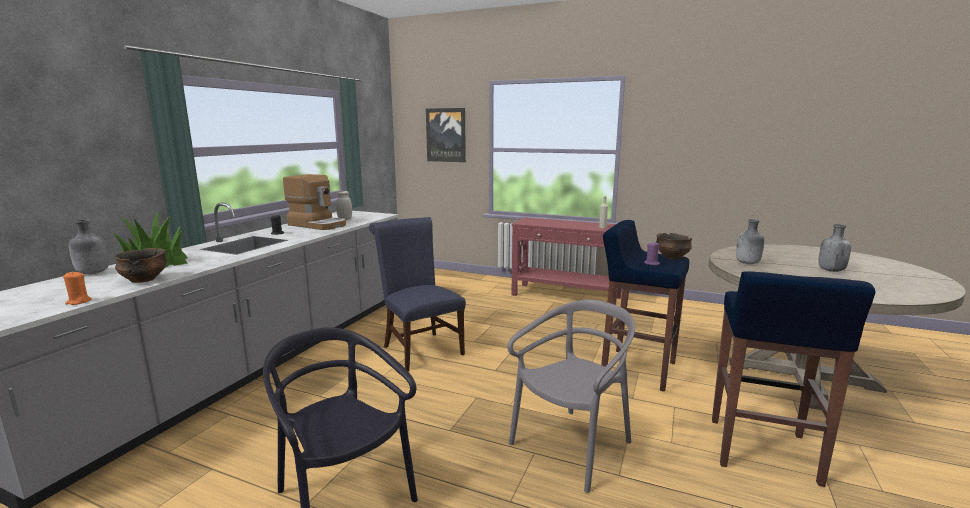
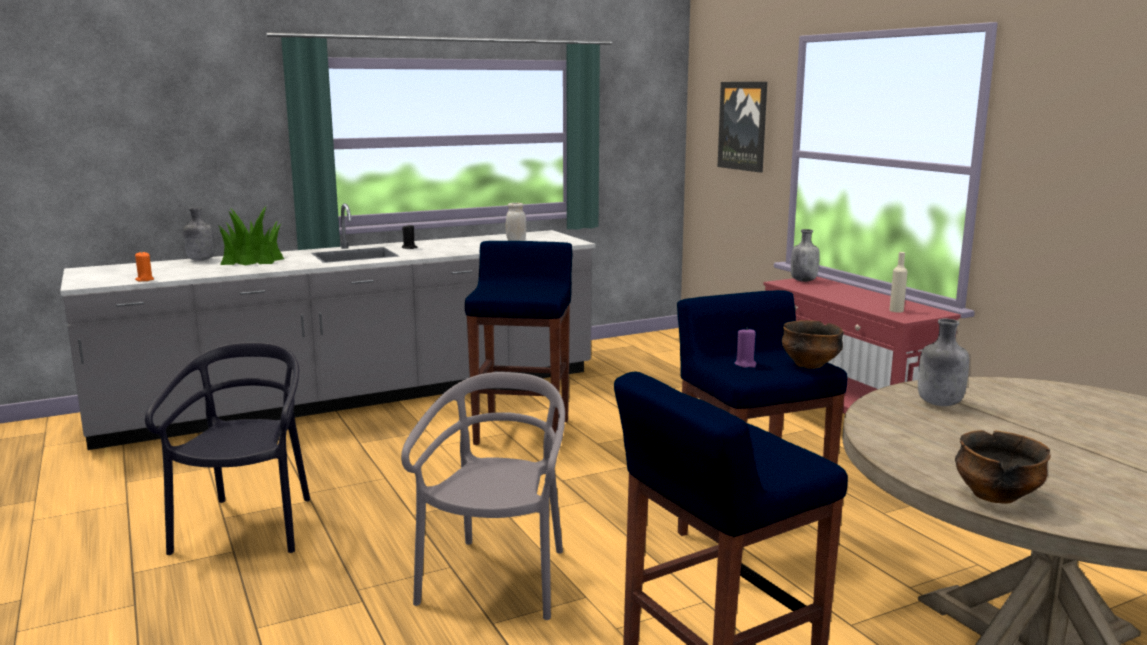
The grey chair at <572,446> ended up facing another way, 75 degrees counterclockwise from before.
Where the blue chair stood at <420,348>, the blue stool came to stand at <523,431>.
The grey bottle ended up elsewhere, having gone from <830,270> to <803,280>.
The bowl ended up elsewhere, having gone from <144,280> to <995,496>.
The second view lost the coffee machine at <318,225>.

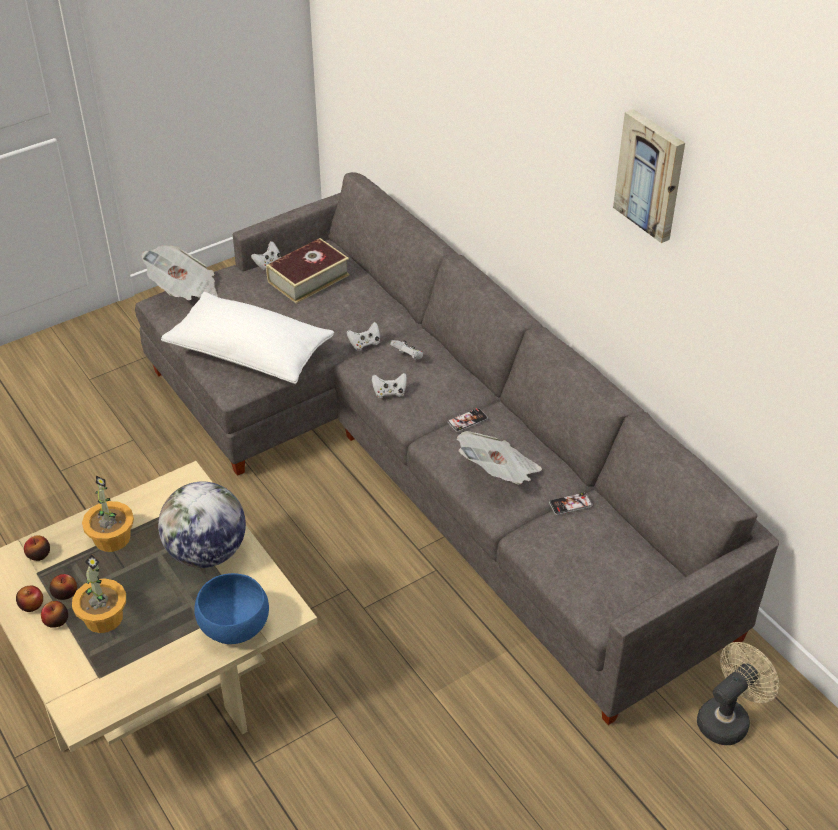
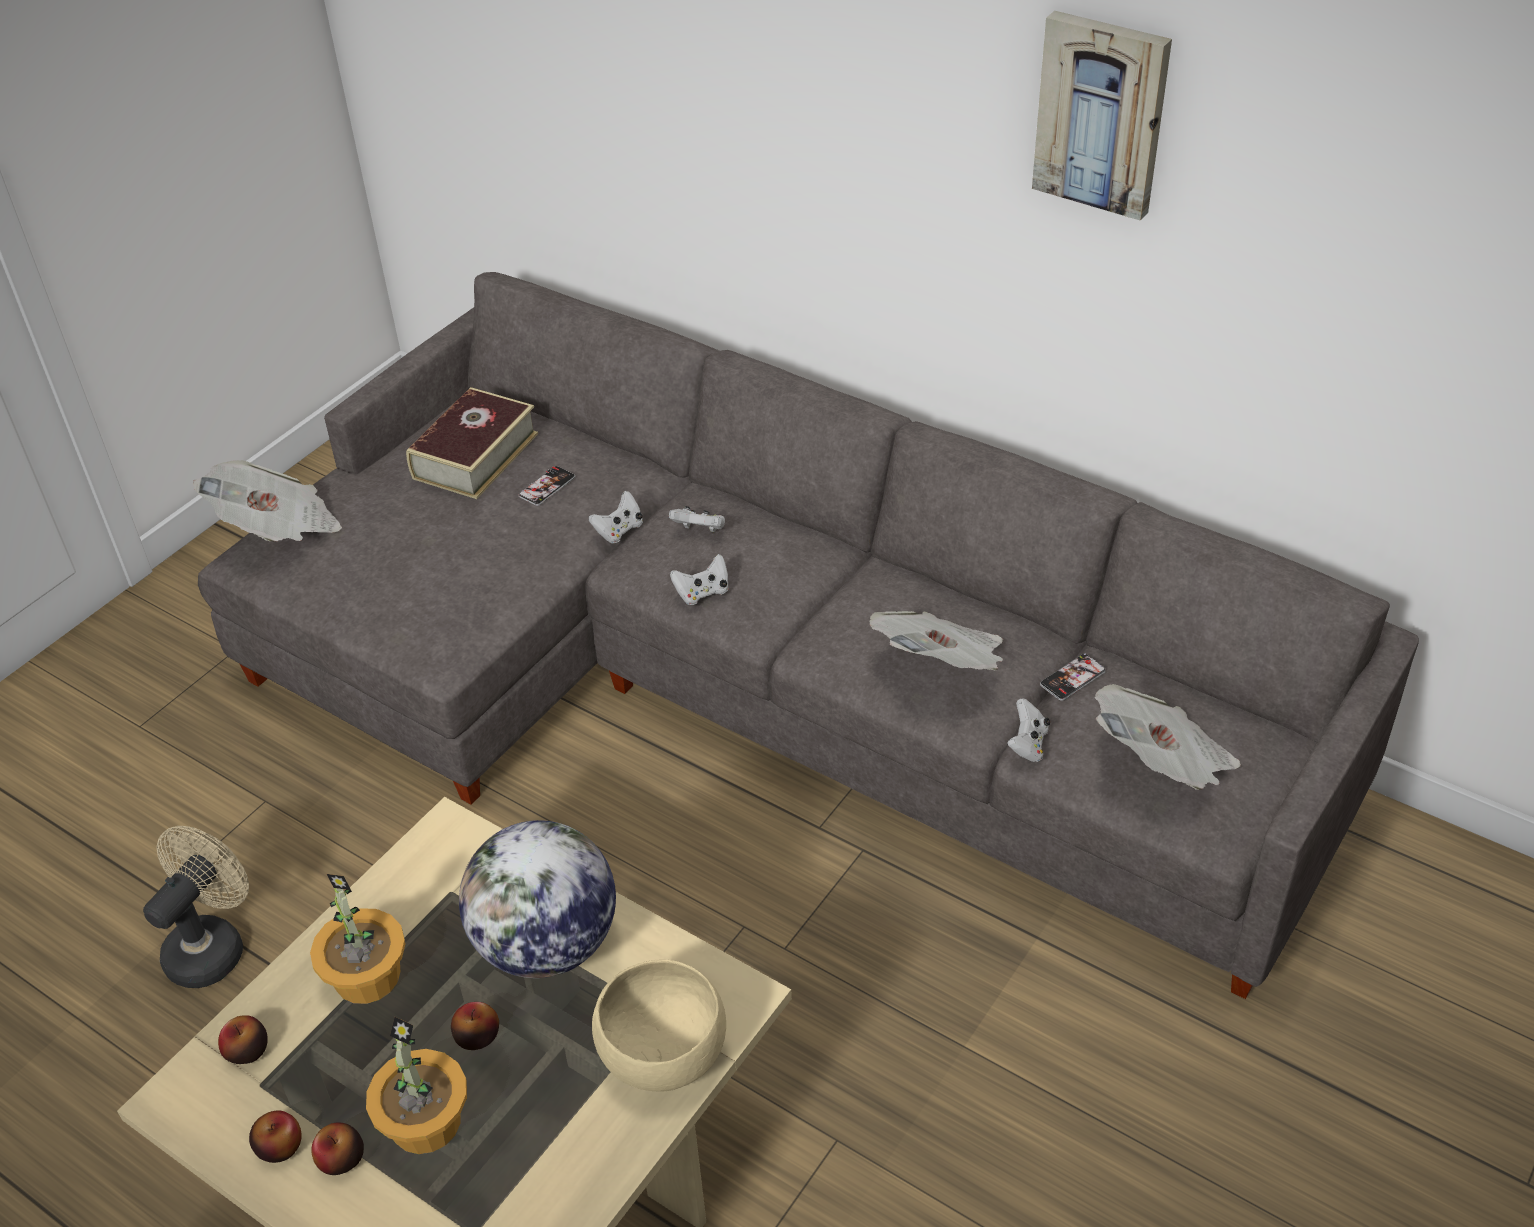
The beige fan ended up elsewhere, having gone from <728,718> to <212,945>.
The apple ended up elsewhere, having gone from <65,593> to <477,1036>.
The phone ended up elsewhere, having gone from <467,420> to <547,487>.
What was the blue bowl at <234,625> turned into the beige bowl at <662,1052>.
The white game controller ended up elsewhere, having gone from <268,263> to <1027,744>.
The second view gained the newspaper at <1162,764>.
The second view lost the white pillow at <250,353>.

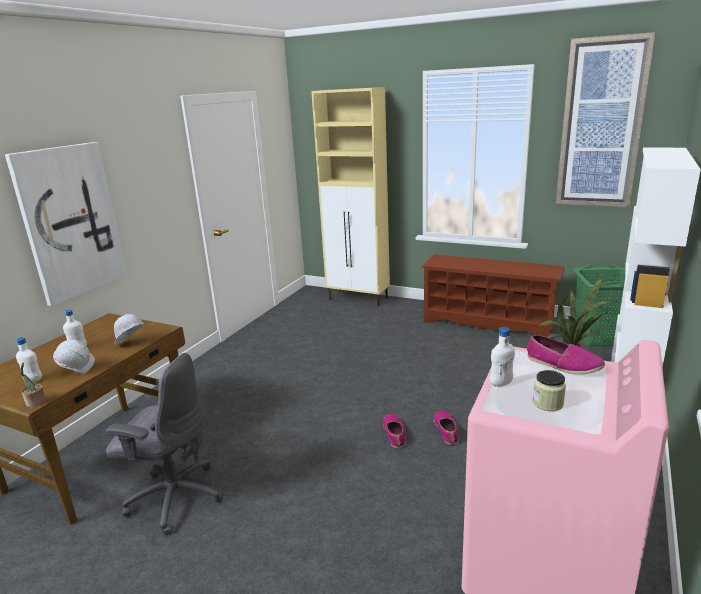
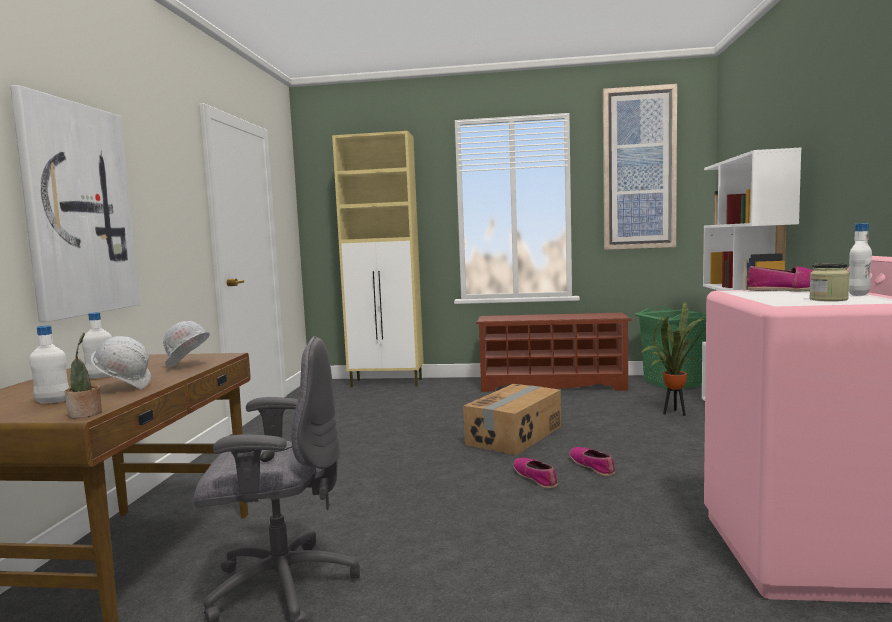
The second view gained the cardboard box at <515,435>.
The white bottle ended up elsewhere, having gone from <501,383> to <858,294>.

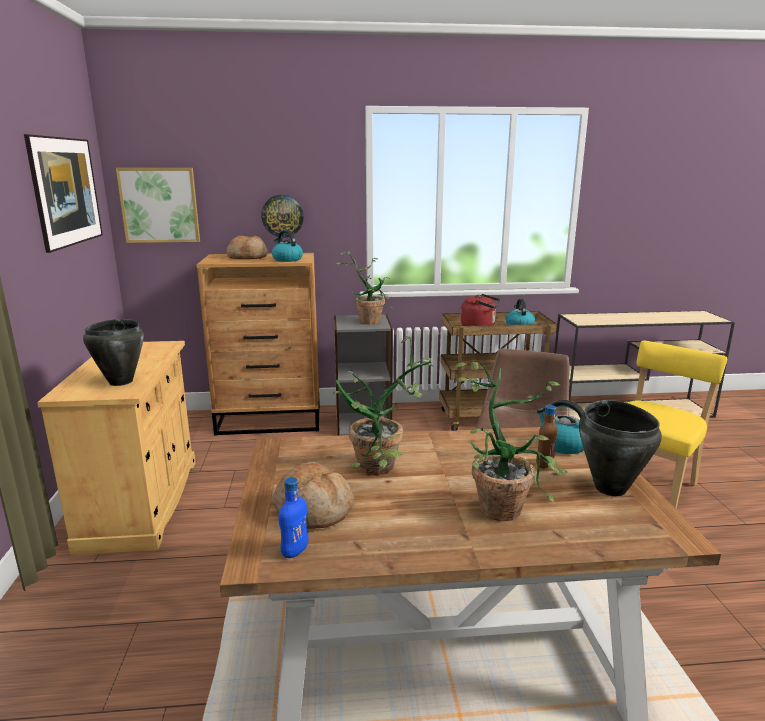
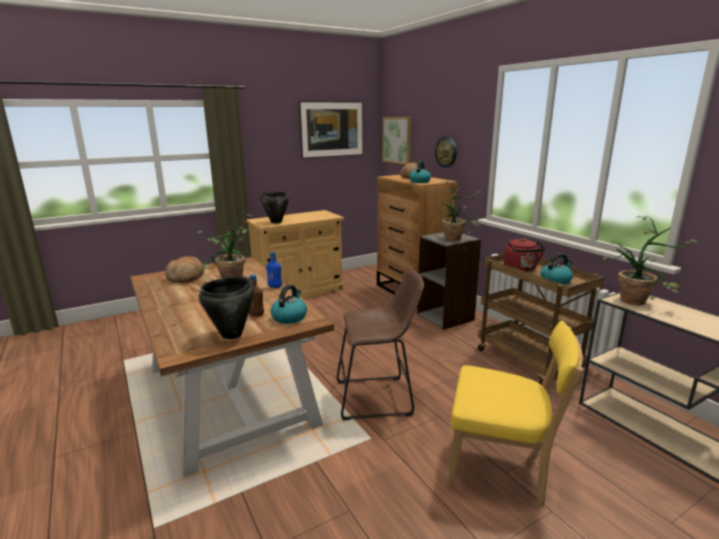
The blue bottle ended up elsewhere, having gone from <295,551> to <275,286>.
The potted plant ended up elsewhere, having gone from <504,504> to <639,301>.

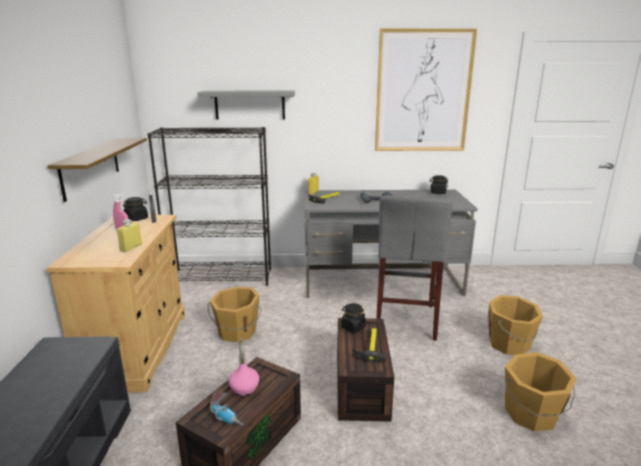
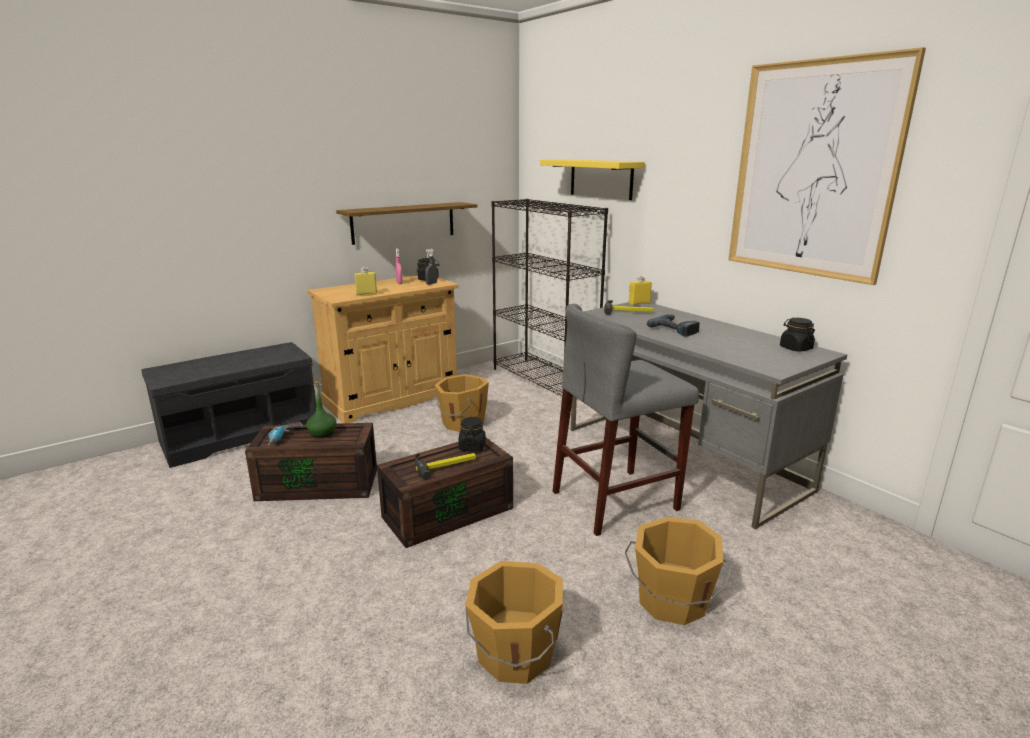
What was the pink bottle at <244,388> turned into the green bottle at <322,433>.
What was the grey shelf at <250,105> turned into the yellow shelf at <601,178>.

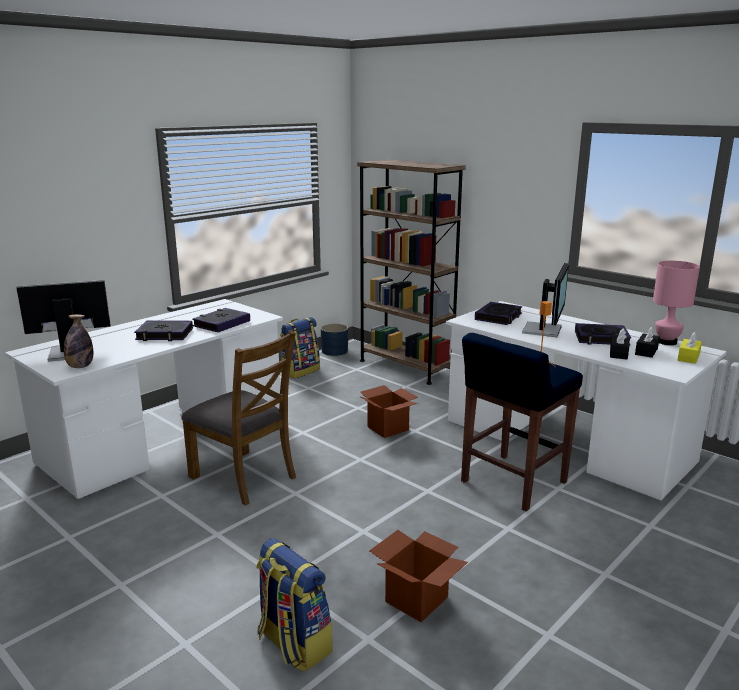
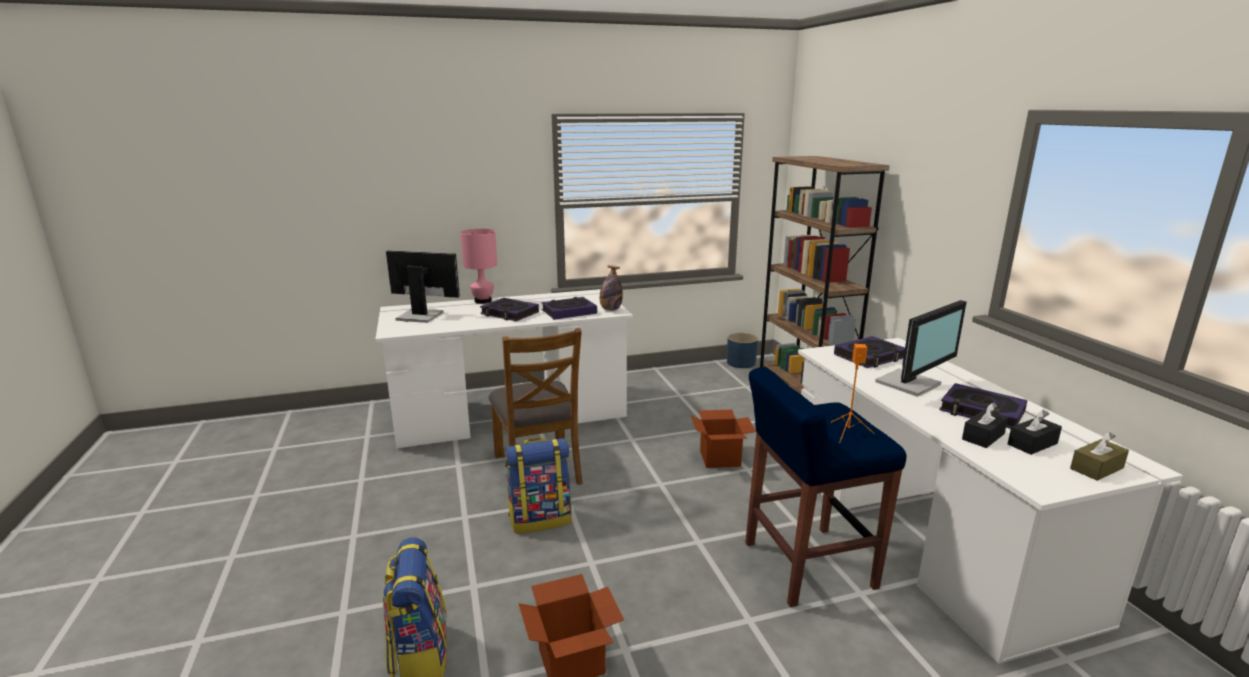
The pink table lamp ended up elsewhere, having gone from <667,342> to <483,301>.
The backpack ended up elsewhere, having gone from <300,371> to <540,519>.
The bottle ended up elsewhere, having gone from <80,366> to <610,309>.
What was the yellow tissue box at <688,357> turned into the brown tissue box at <1096,468>.

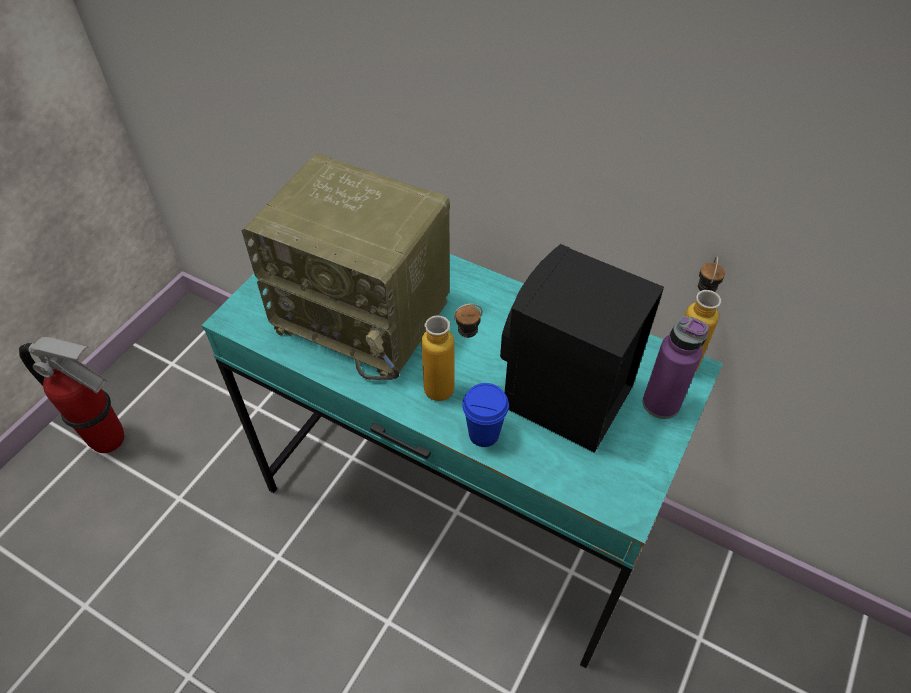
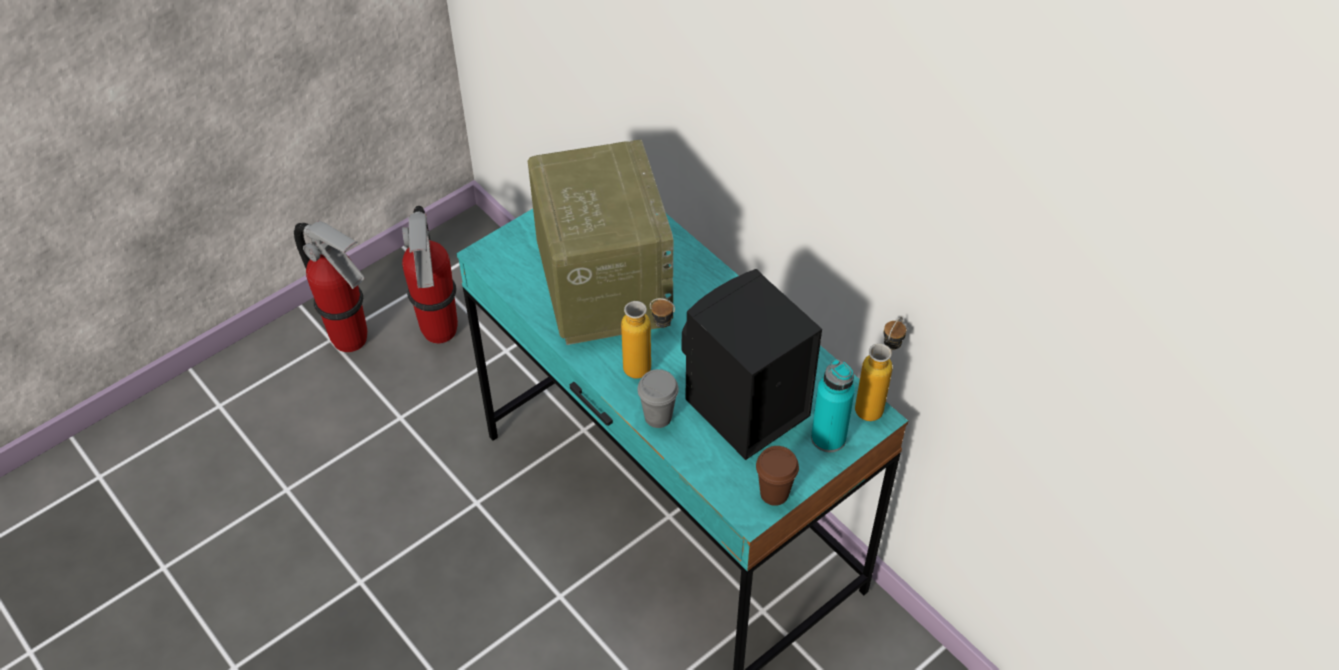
The second view gained the fire extinguisher at <440,332>.
The radio at <366,314> ended up facing another way, 150 degrees counterclockwise from before.
What was the blue cup at <484,434> turned into the grey cup at <658,417>.
The second view gained the brown cup at <774,493>.
What was the purple bottle at <661,403> turned into the turquoise bottle at <828,438>.

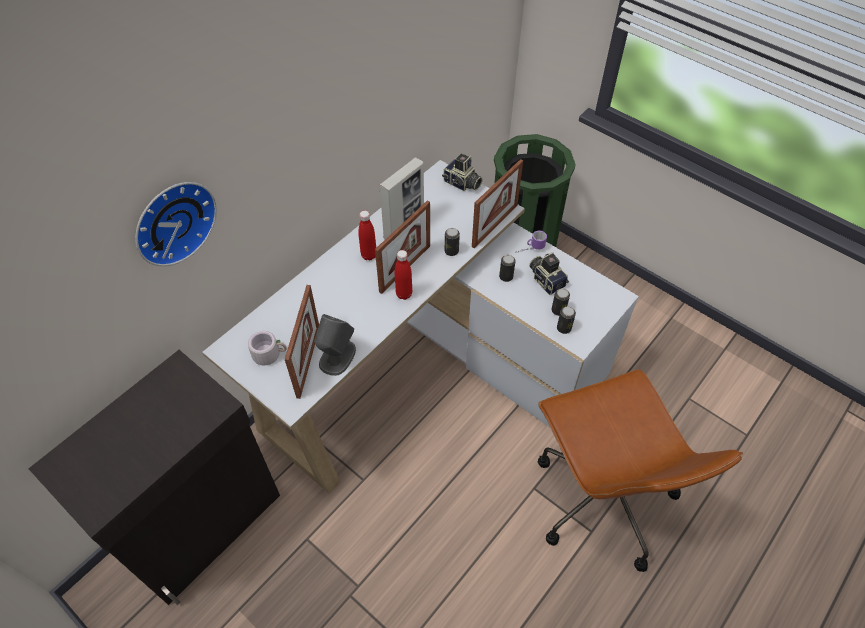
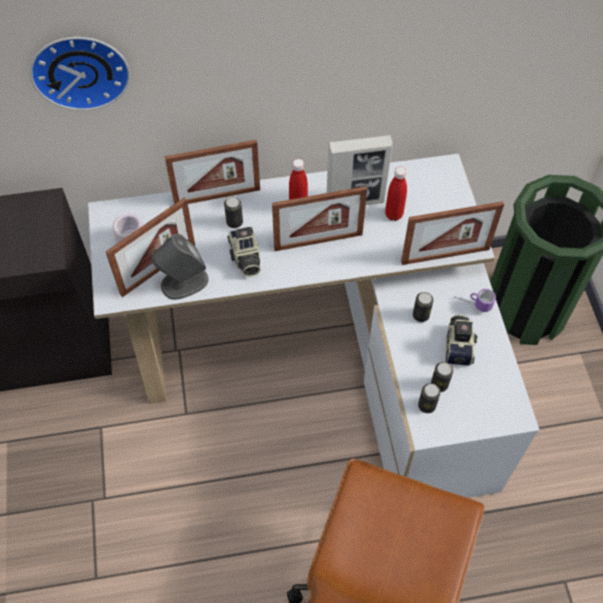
The second view gained the picture frame at <217,196>.
The can ended up elsewhere, having gone from <451,251> to <234,222>.
The photo camera ended up elsewhere, having gone from <462,183> to <245,259>.
The red bottle ended up elsewhere, having gone from <404,294> to <393,215>.

